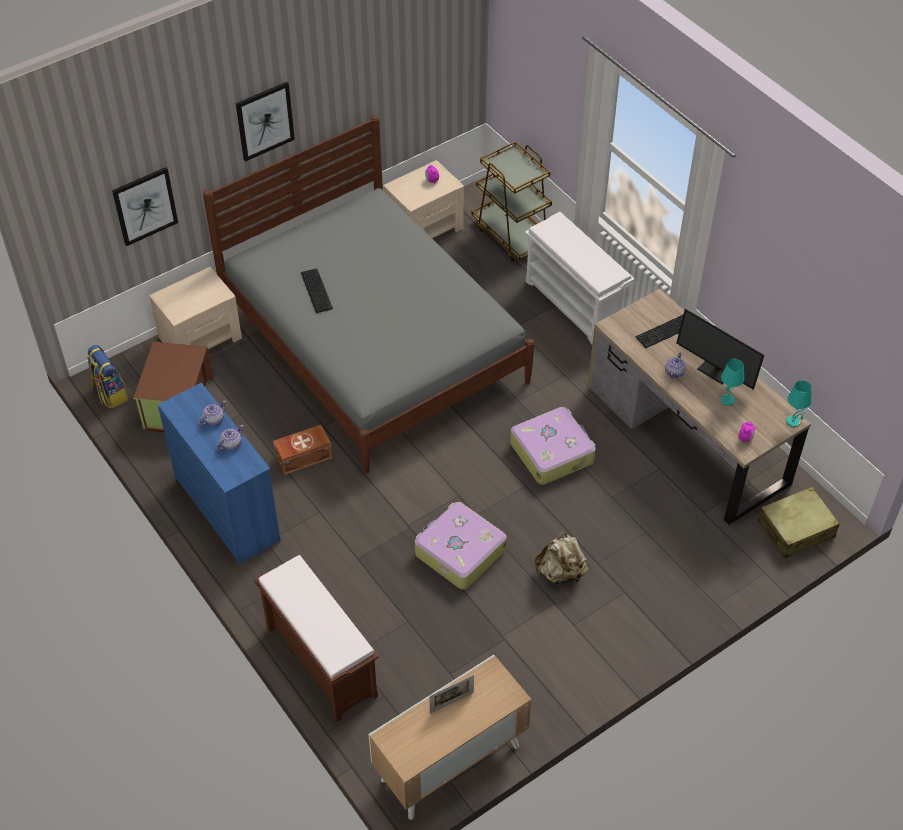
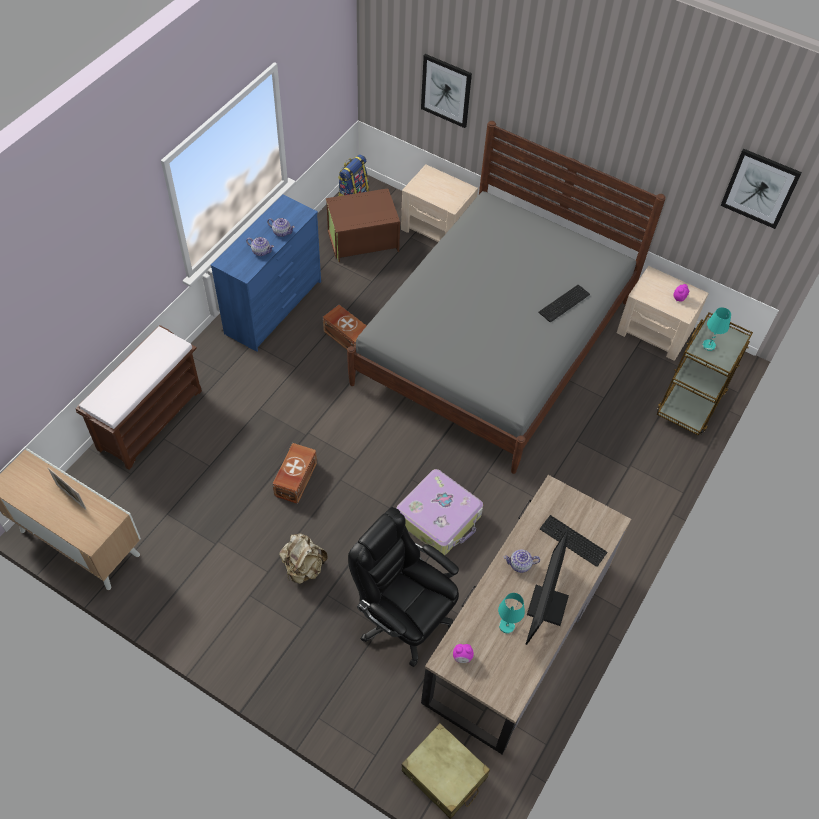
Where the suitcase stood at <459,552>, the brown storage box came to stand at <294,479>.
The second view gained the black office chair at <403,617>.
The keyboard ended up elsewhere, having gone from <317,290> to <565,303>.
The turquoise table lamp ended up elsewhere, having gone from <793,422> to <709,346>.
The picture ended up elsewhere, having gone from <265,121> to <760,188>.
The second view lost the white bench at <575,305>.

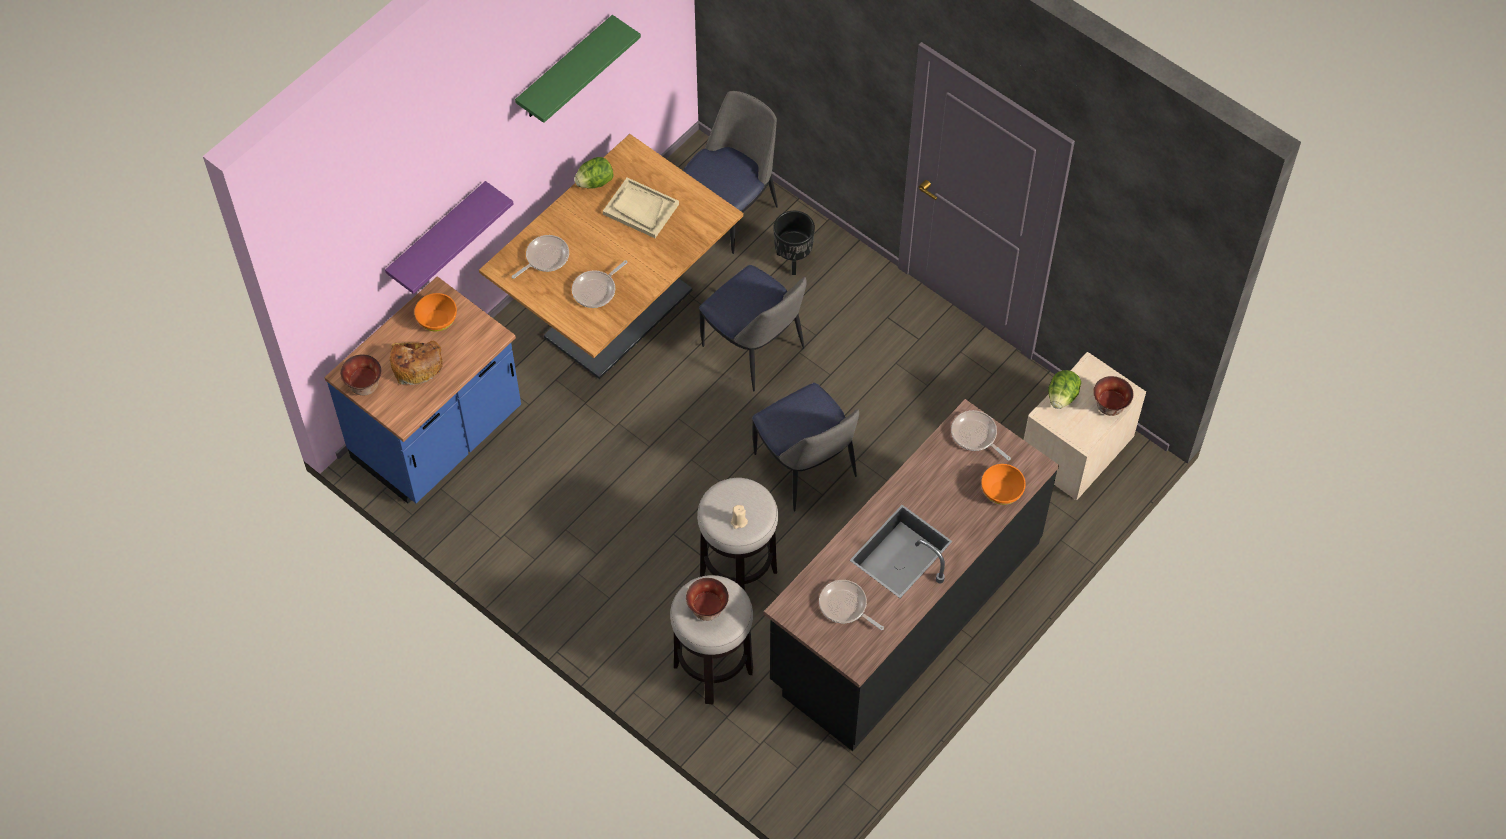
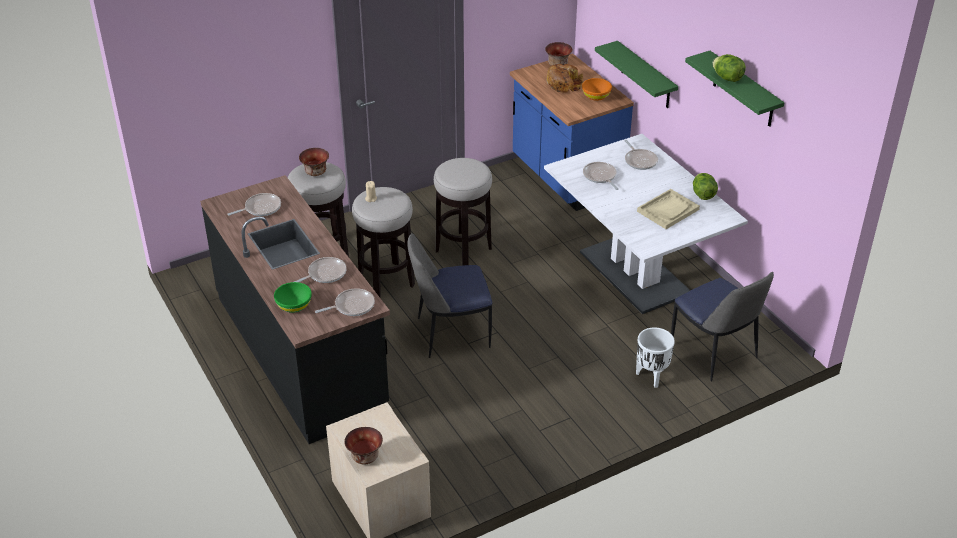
What was the orange bowl at <1001,491> turned into the green bowl at <294,305>.
The second view gained the frying pan at <325,274>.
The second view gained the stool at <463,249>.
What was the brown dining table at <618,314> turned into the white dining table at <634,273>.
What was the purple shelf at <438,236> turned into the green shelf at <645,76>.
What was the black planter at <793,260> turned into the white planter at <651,376>.
The lettuce ended up elsewhere, having gone from <1062,397> to <727,78>.
The second view lost the chair at <755,350>.

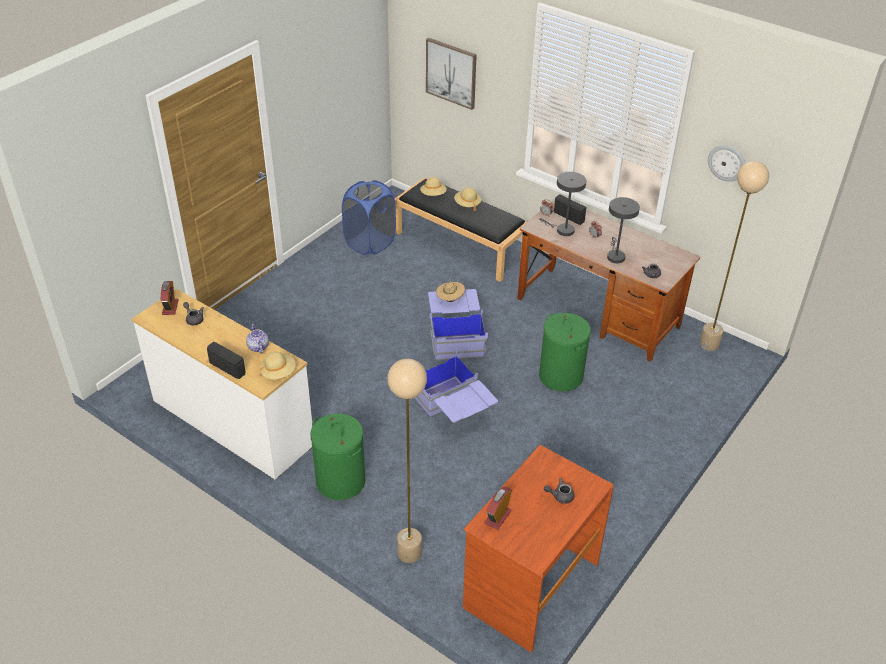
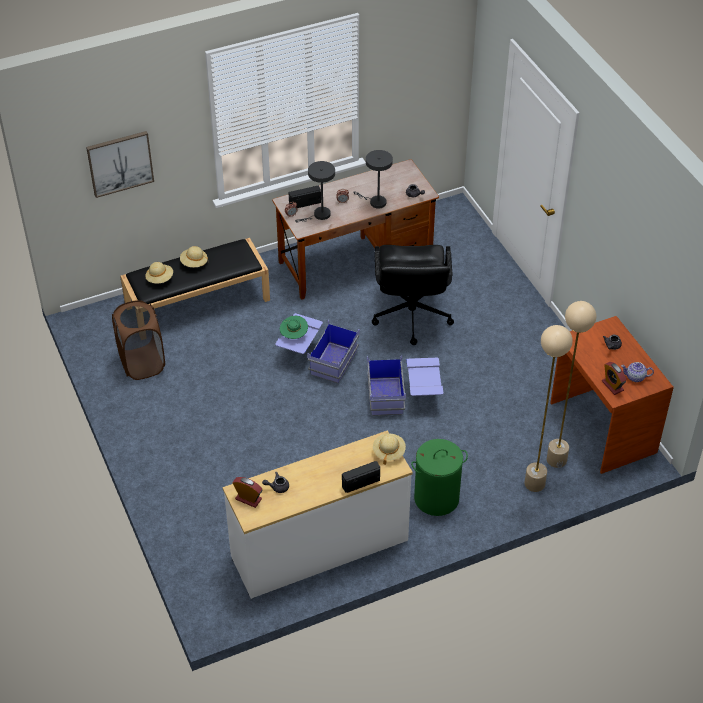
What was the blue laundry basket at <370,243> turned into the brown laundry basket at <142,363>.
What was the beige hat at <450,299> turned into the green hat at <294,335>.
Where the green laundry basket stood at <560,376>, the black office chair came to stand at <411,316>.
The beige floor lamp ended up elsewhere, having gone from <709,344> to <556,460>.
The teapot ended up elsewhere, having gone from <258,347> to <635,377>.
The second view lost the wall clock at <727,162>.

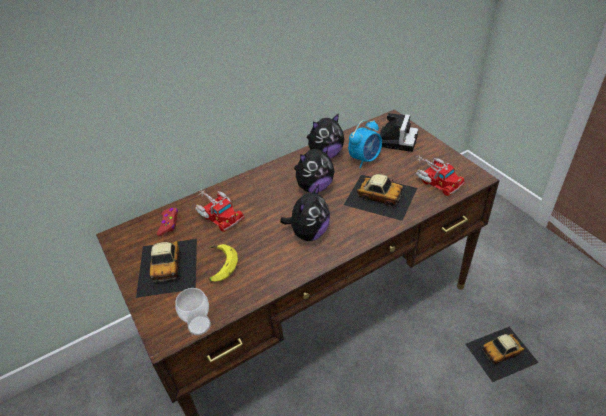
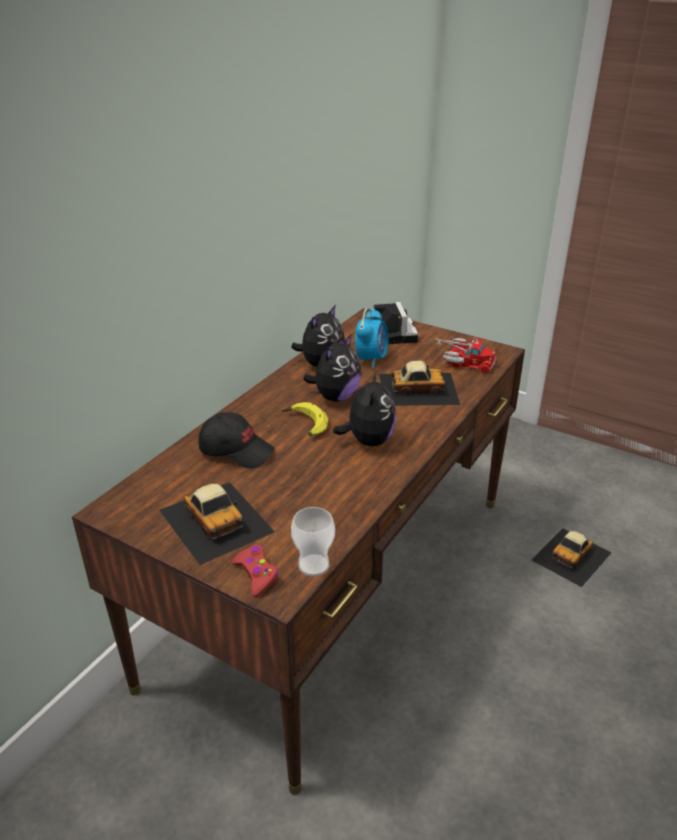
Where the toy truck stood at <218,214>, the black cap came to stand at <236,450>.
The red game controller ended up elsewhere, having gone from <169,224> to <256,574>.
The banana ended up elsewhere, having gone from <219,266> to <304,425>.

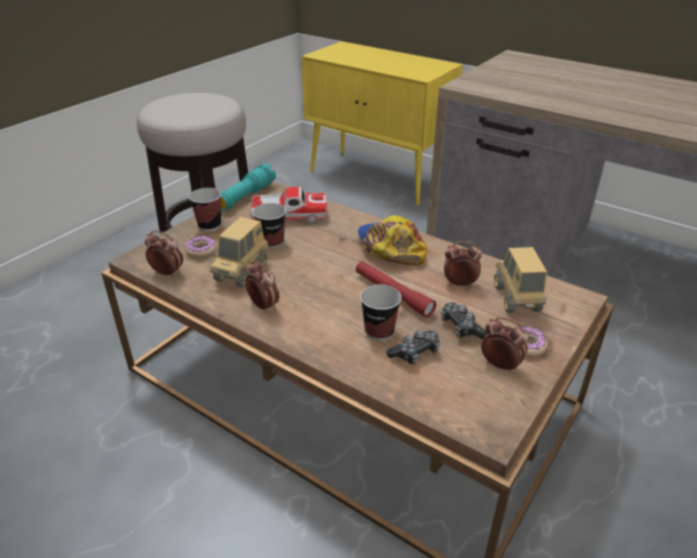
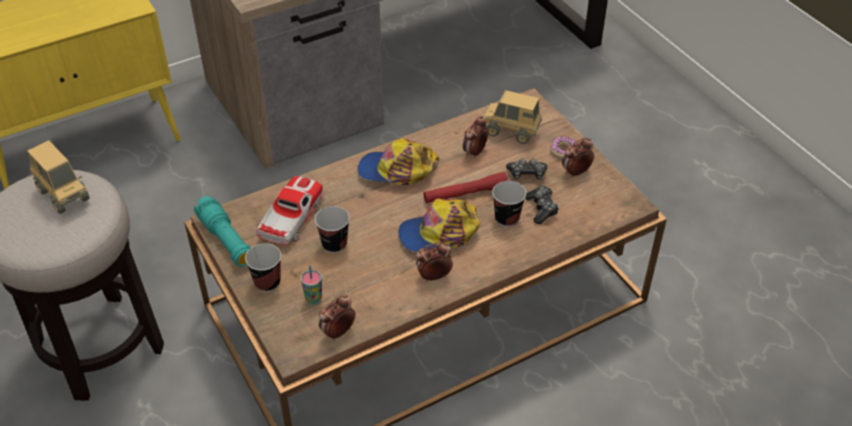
The toy truck ended up elsewhere, having gone from <242,273> to <63,195>.
Where the donut stood at <201,251>, the cup came to stand at <313,299>.
The second view gained the cap at <439,233>.

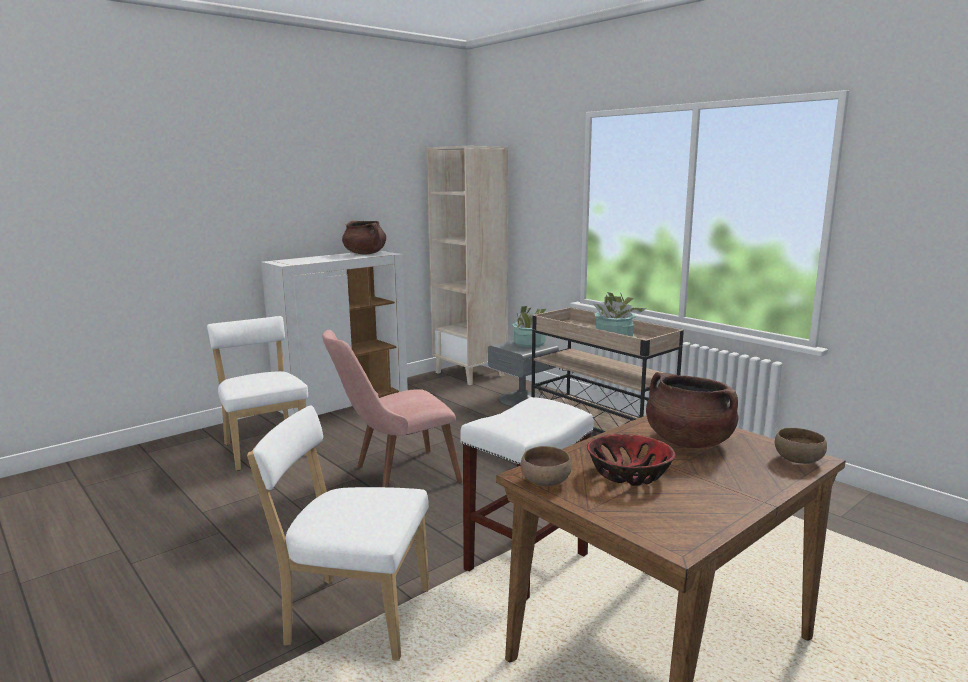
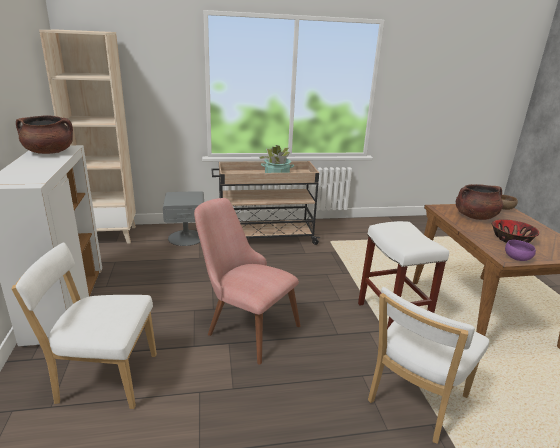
The pink chair at <394,476> ended up facing another way, 120 degrees clockwise from before.
What was the brown bowl at <546,483> turned into the purple bowl at <517,258>.
The second view lost the potted plant at <529,343>.

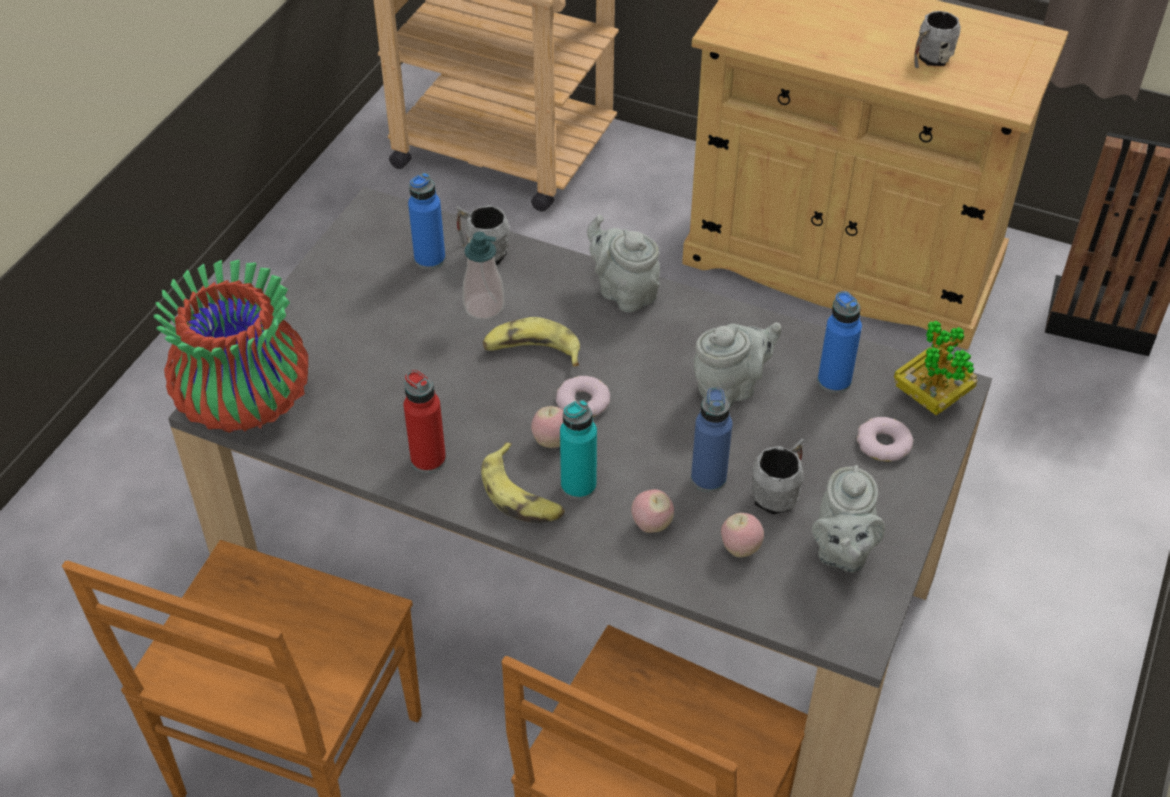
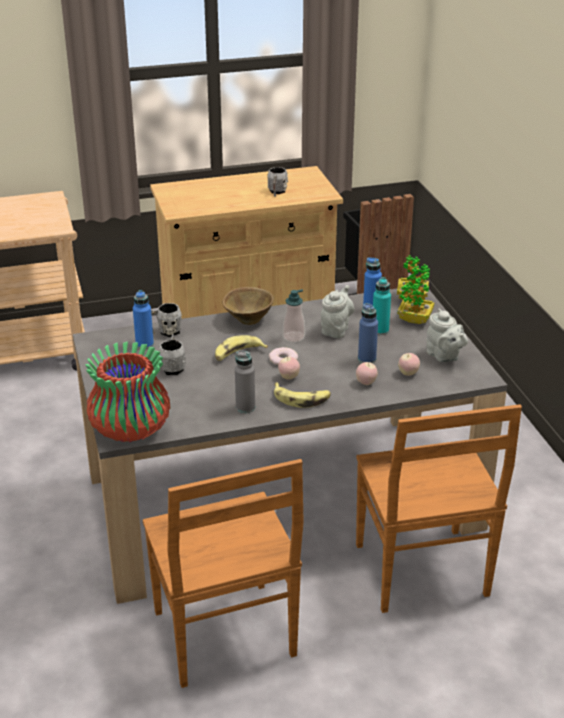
The grey mug ended up elsewhere, having gone from <778,494> to <173,367>.
Where the grey teapot stood at <624,292>, the brown bowl came to stand at <248,318>.
What was the red bottle at <428,459> turned into the grey bottle at <245,407>.
The soap dispenser ended up elsewhere, having gone from <484,307> to <293,337>.
The turquoise bottle ended up elsewhere, having gone from <578,486> to <380,330>.
Where the donut stood at <883,444>, the potted plant came to stand at <415,319>.

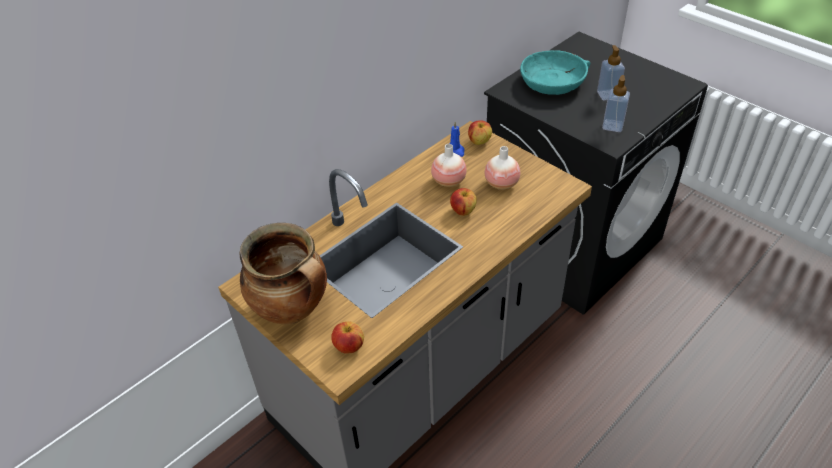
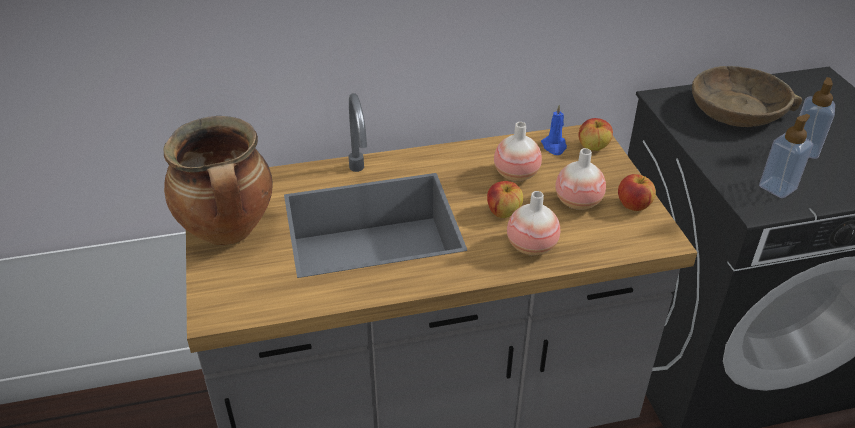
The second view gained the vase at <531,247>.
The apple ended up elsewhere, having gone from <349,346> to <633,205>.
What was the turquoise bowl at <552,82> turned into the brown bowl at <737,110>.

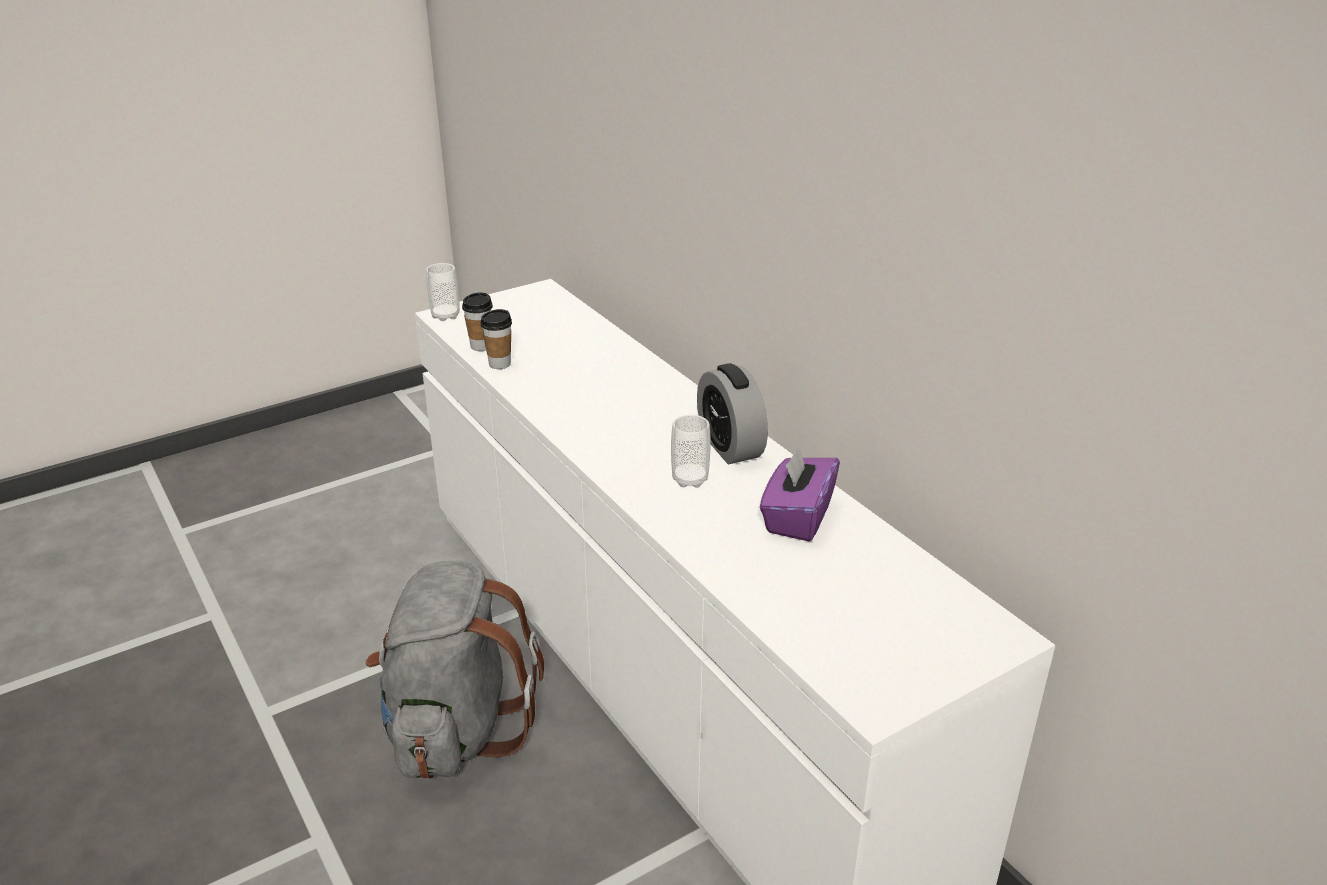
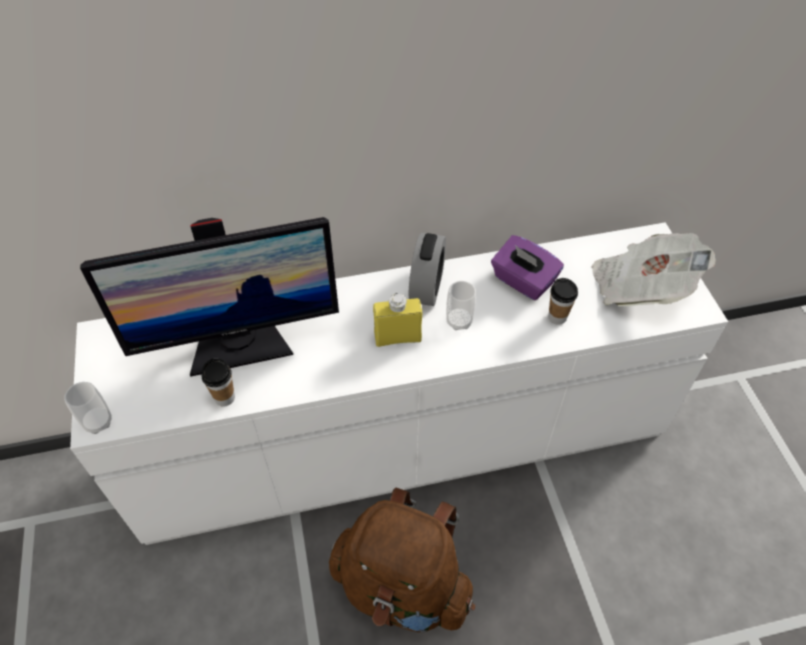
The second view gained the monitor at <239,345>.
What was the grey backpack at <456,728> turned into the brown backpack at <402,587>.
The second view gained the yellow bottle at <397,338>.
The alarm clock at <730,446> ended up facing another way, 75 degrees counterclockwise from before.
The cup ended up elsewhere, having gone from <481,346> to <557,317>.
The second view gained the newspaper at <640,287>.

